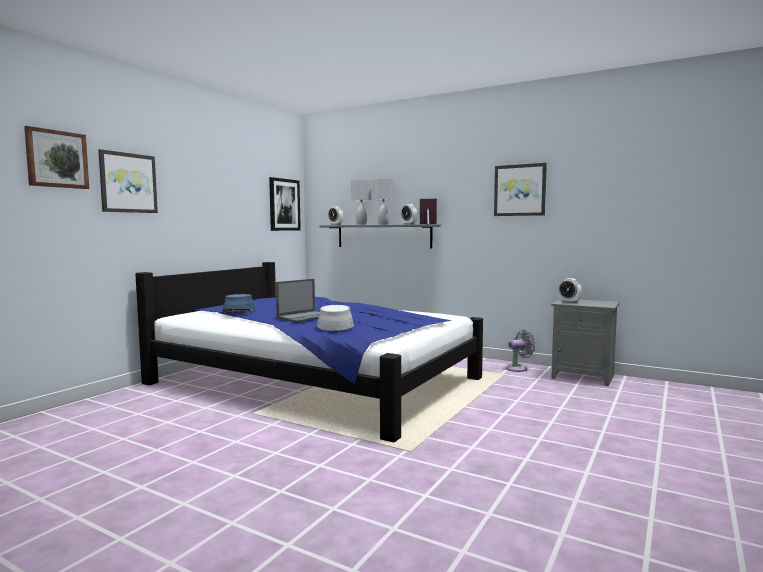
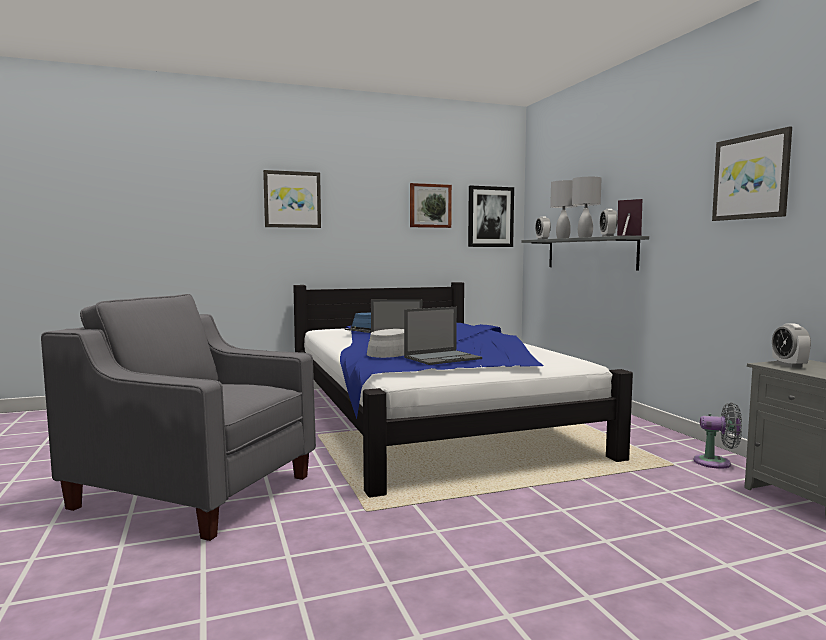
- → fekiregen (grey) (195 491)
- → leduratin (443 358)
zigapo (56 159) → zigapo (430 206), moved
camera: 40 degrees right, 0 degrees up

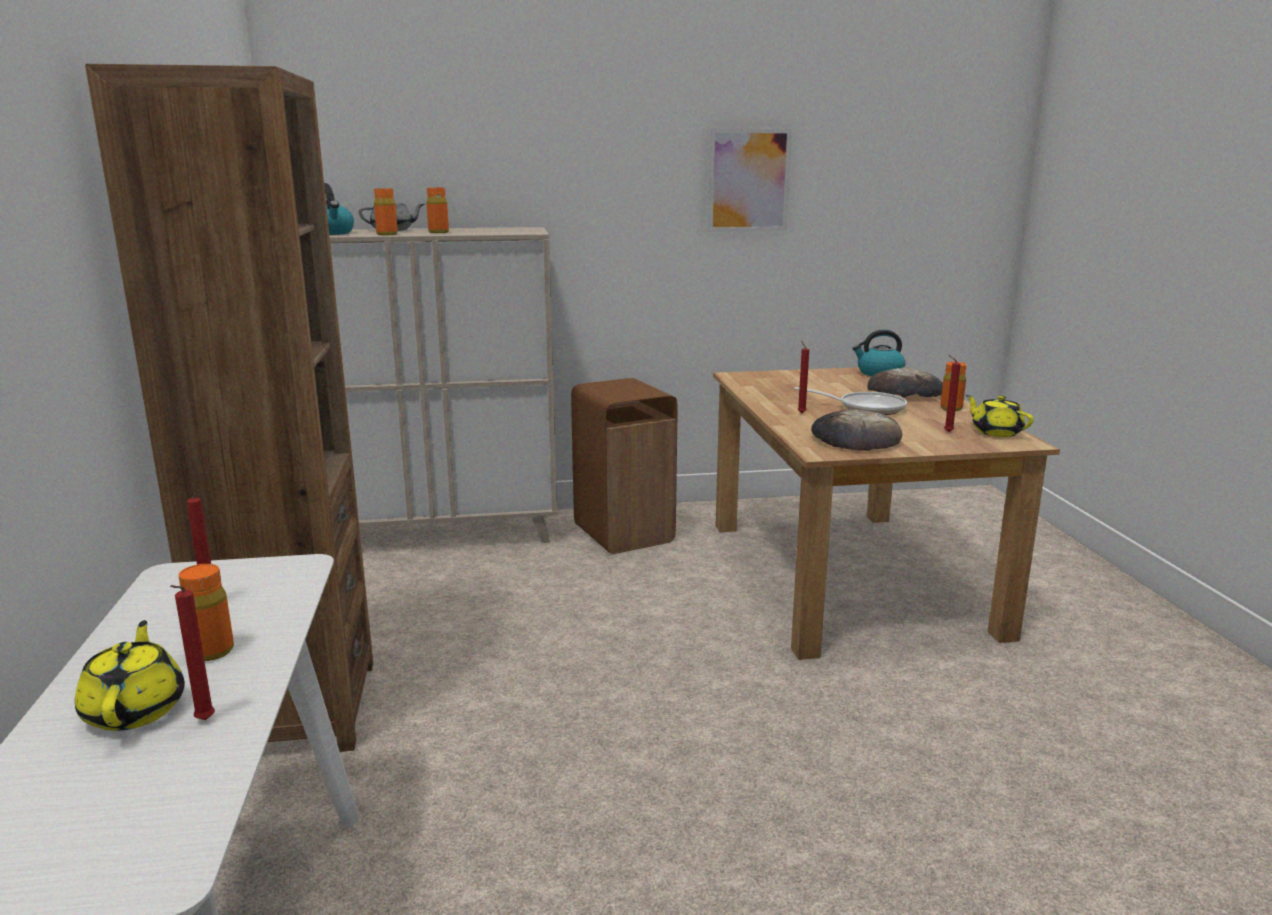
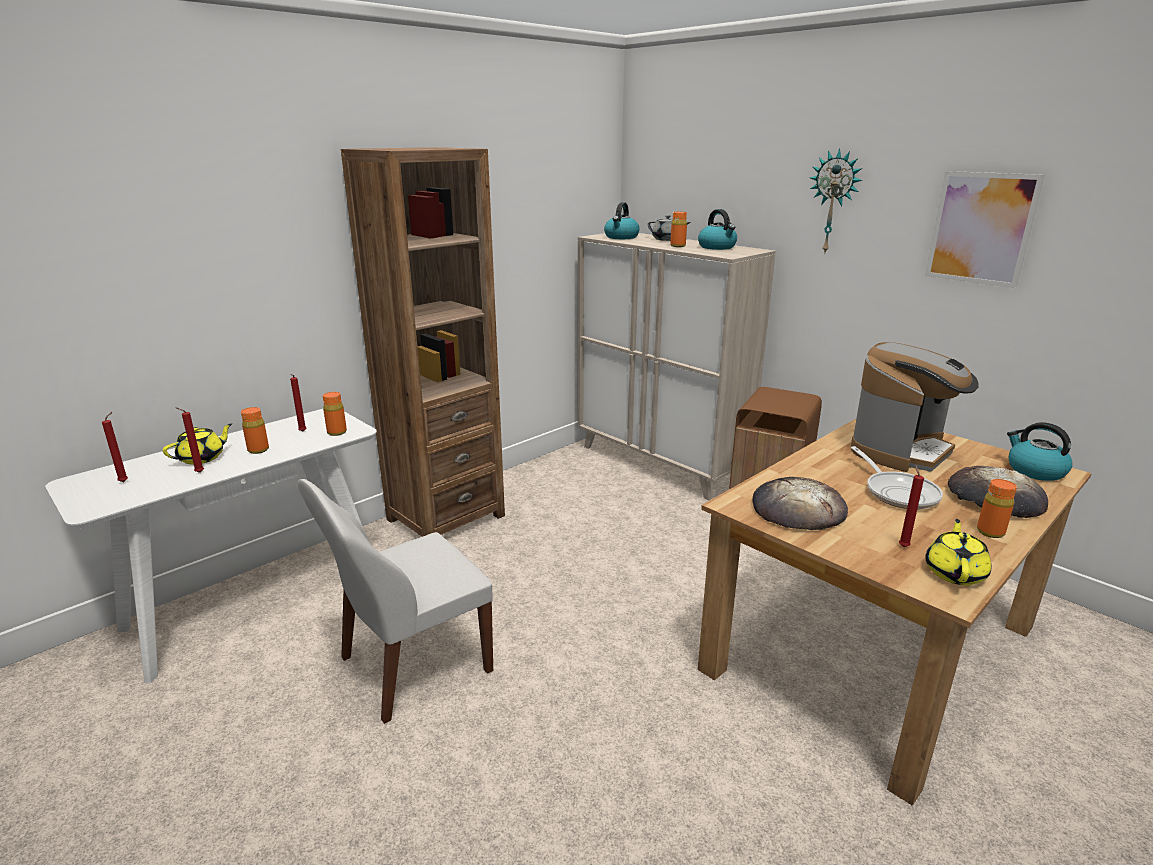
- → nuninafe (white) (411 666)
- → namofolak (717 247)
- → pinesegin (834 202)
- → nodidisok (902 451)
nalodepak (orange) (387 234) → nalodepak (orange) (337 432), moved
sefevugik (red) (800 413) → sefevugik (red) (125 481), moved
camera: 55 degrees right, 5 degrees up

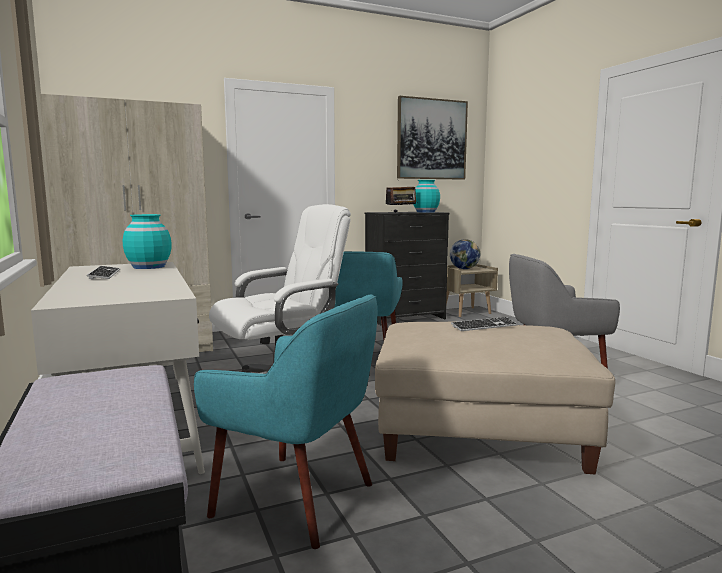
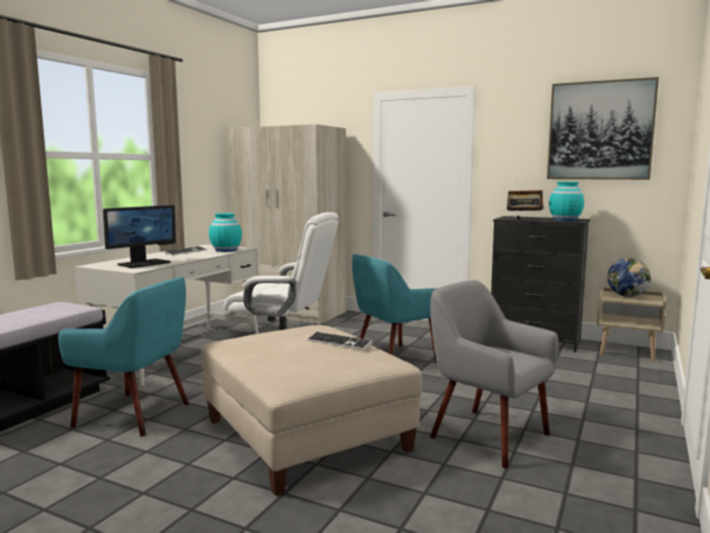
- → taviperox (144 263)
fekiregen (turquoise) (297 498) → fekiregen (turquoise) (134 414), 60 degrees counterclockwise
camera: 50 degrees right, 0 degrees up

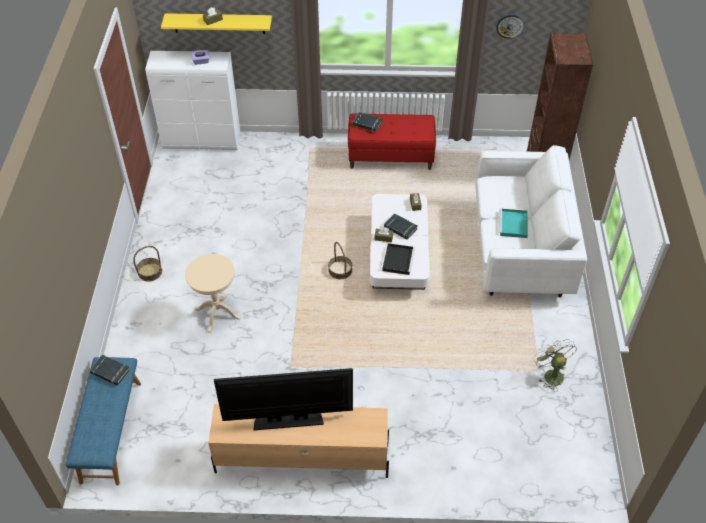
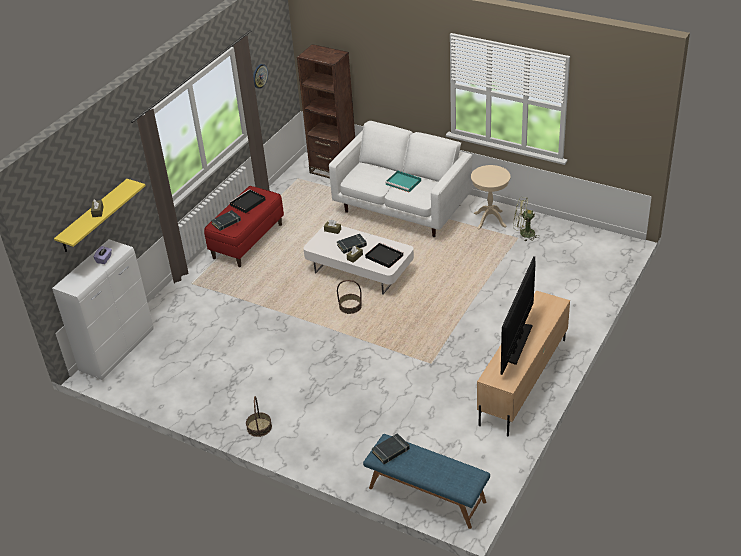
- → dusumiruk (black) (247 203)
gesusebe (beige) (217 314) → gesusebe (beige) (489 220), moved
camera: 60 degrees left, 10 degrees down

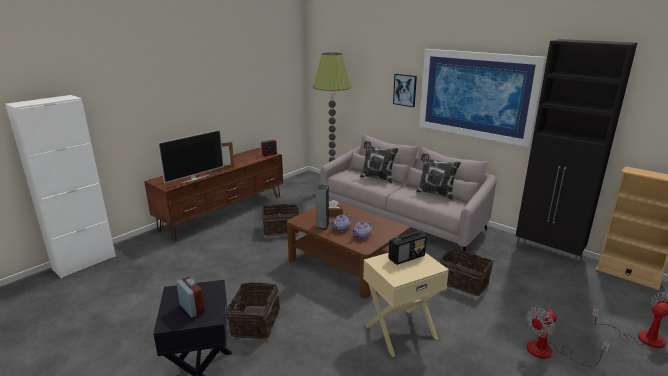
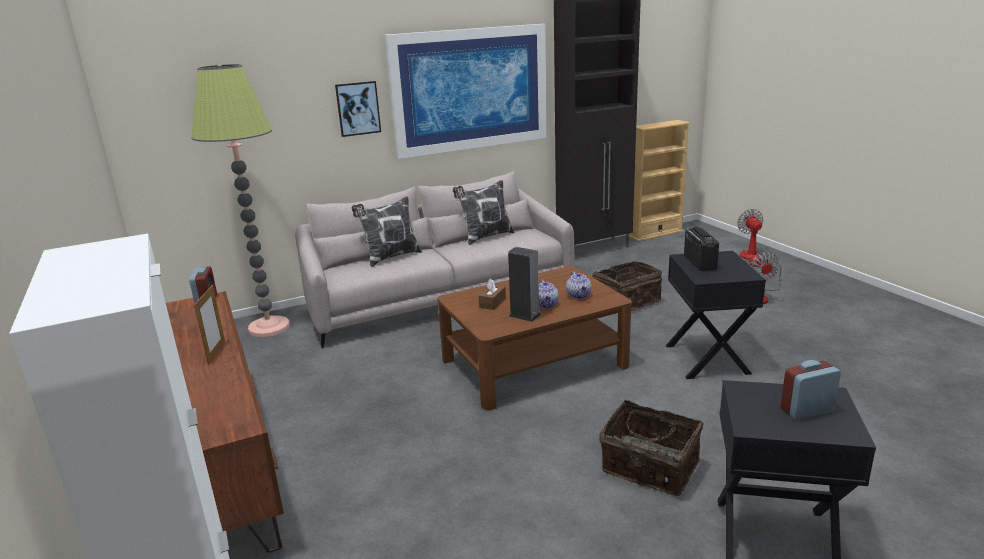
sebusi (194 179) → -
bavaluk (281 229) → -
gesusebe (beige) (400 331) → gesusebe (black) (705 359)
camera: 65 degrees left, 0 degrees up

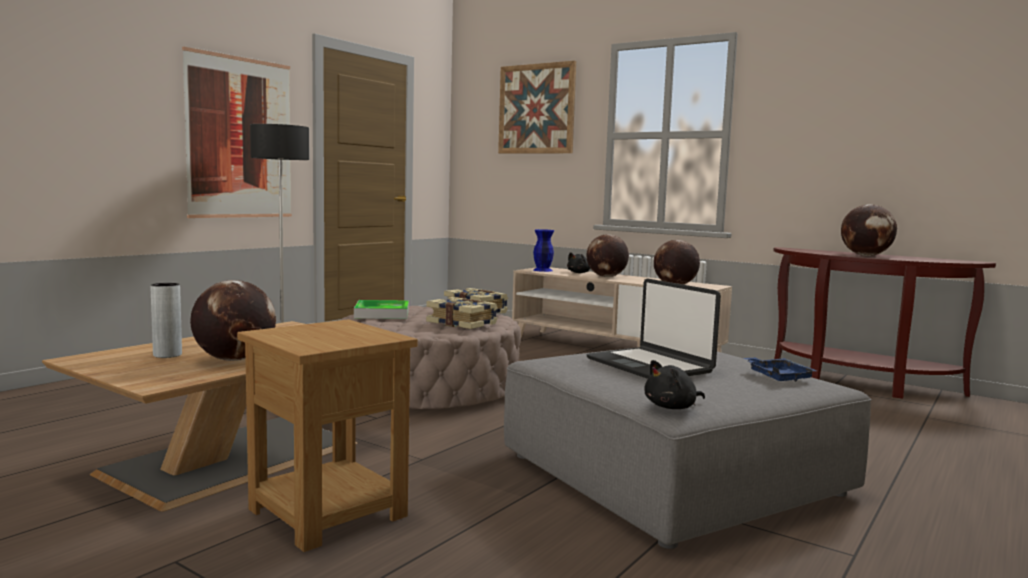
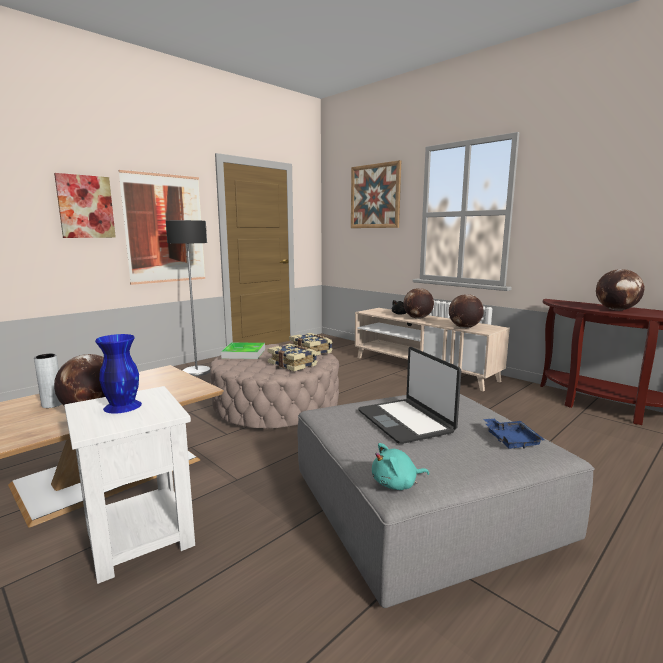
- → zigapo (85 207)
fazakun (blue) (542 270) → fazakun (blue) (122 406), moved
gesusebe (brown) (326 512) → gesusebe (white) (139 536)
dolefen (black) (672 407) → dolefen (turquoise) (397 484)
camera: 10 degrees right, 5 degrees up

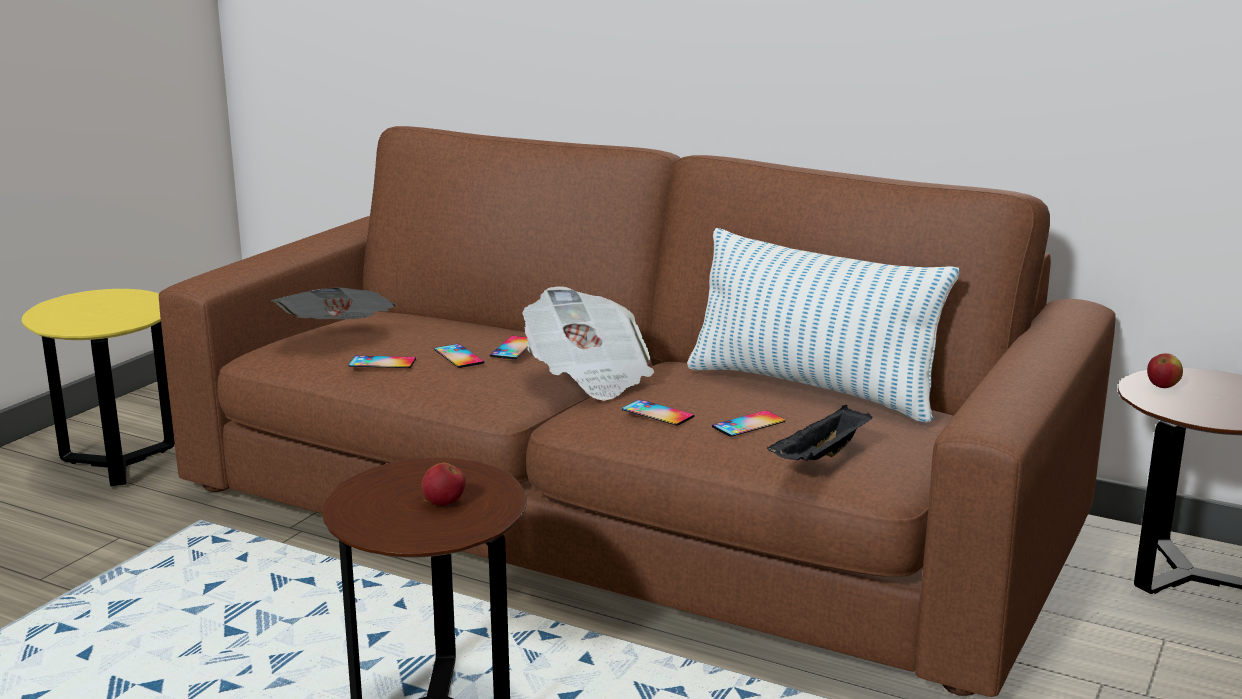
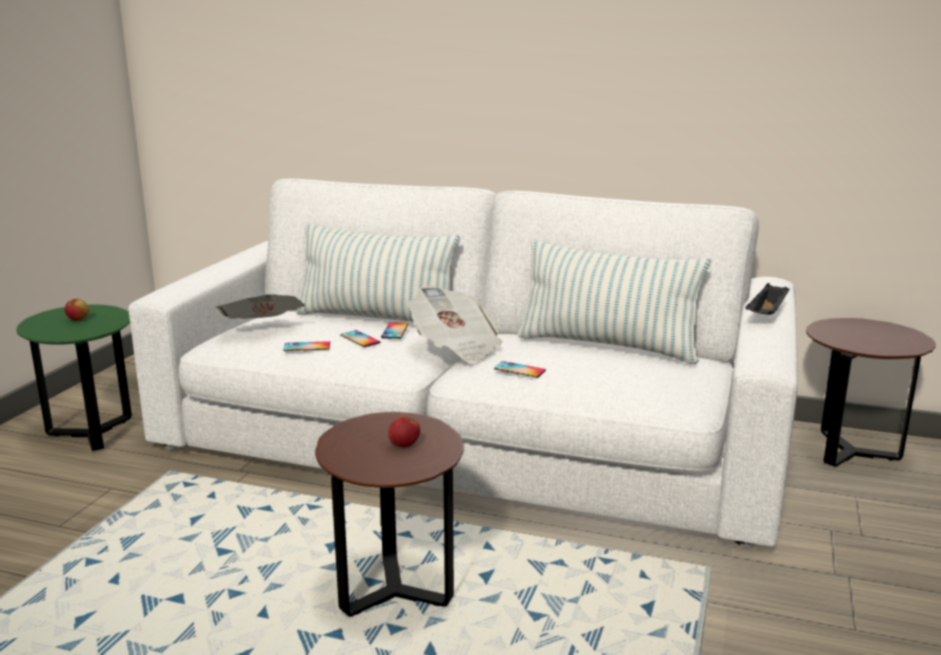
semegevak (748 424) → -
- → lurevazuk (376 318)
dusumiruk (black) (821 458) → dusumiruk (black) (767 314), moved
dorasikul (1162 387) → dorasikul (78 320), moved
gesusebe (yellow) (118 465) → gesusebe (green) (92 435)
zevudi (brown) (621 508) → zevudi (white) (470 437)
camera: 10 degrees left, 0 degrees up

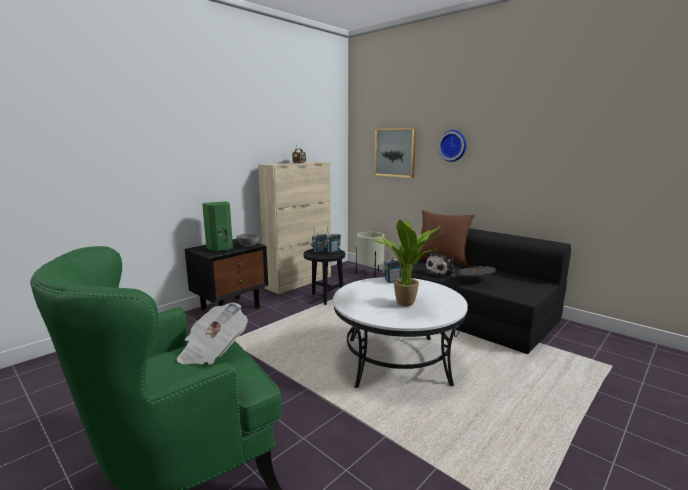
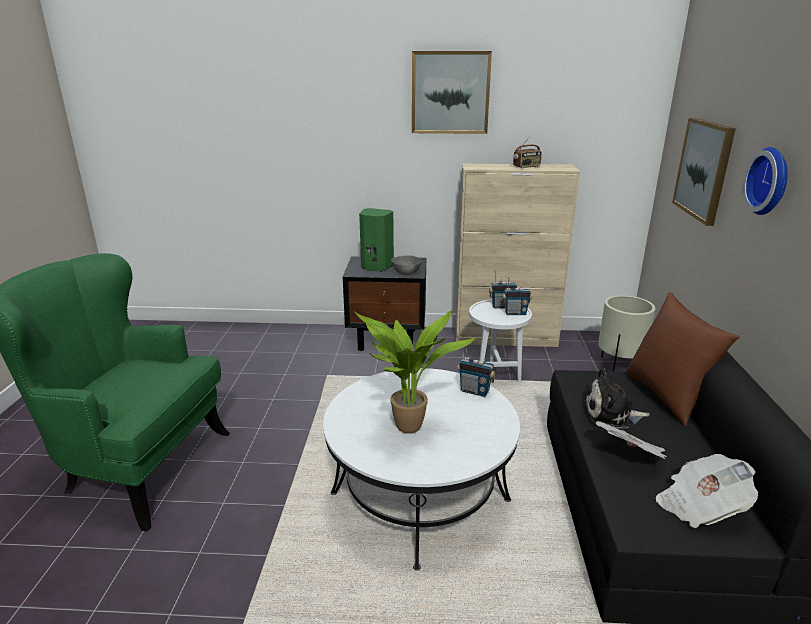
- → zigapo (450 92)
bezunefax (213 350) → bezunefax (700 506), moved
gesusebe (black) (324 297) → gesusebe (white) (495 373)
camera: 50 degrees right, 10 degrees up

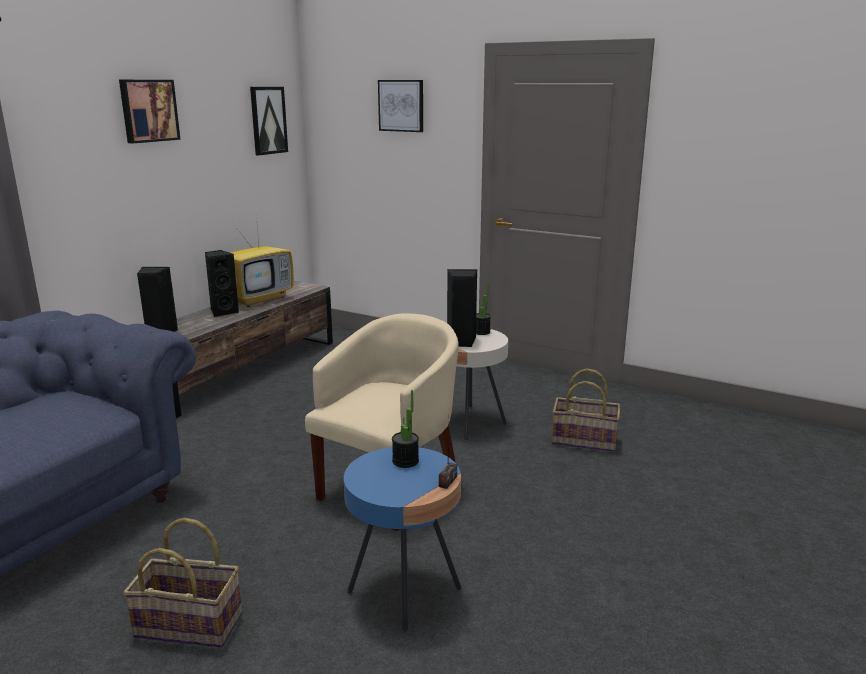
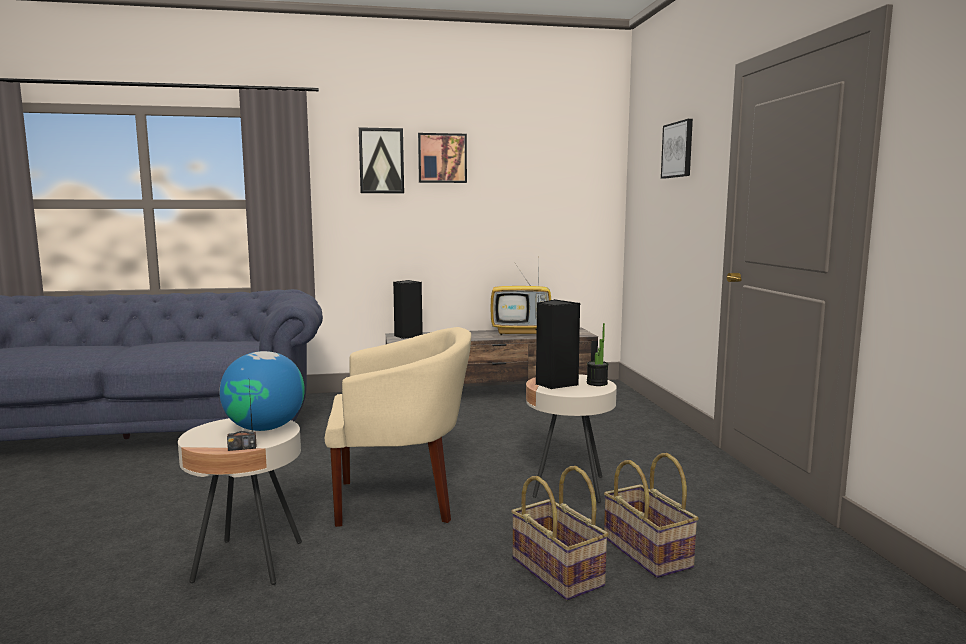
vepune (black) (223 312) → -
bavaluk (190 624) → bavaluk (558 571), moved
zigapo (268 120) → zigapo (381 161), moved
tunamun (405 461) → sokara (265 428)
gesusebe (blue) (404 591) → gesusebe (beige) (248 561)
camera: 50 degrees right, 10 degrees down

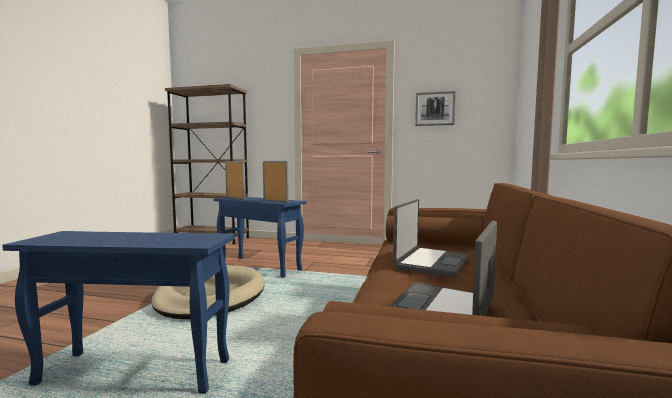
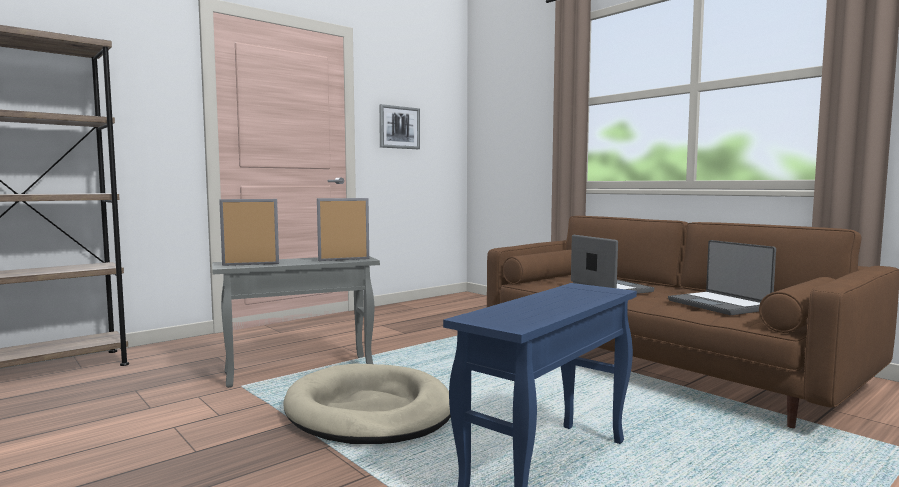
gesusebe (blue) (260 267) → gesusebe (grey) (300 371)
camera: 55 degrees left, 0 degrees up

